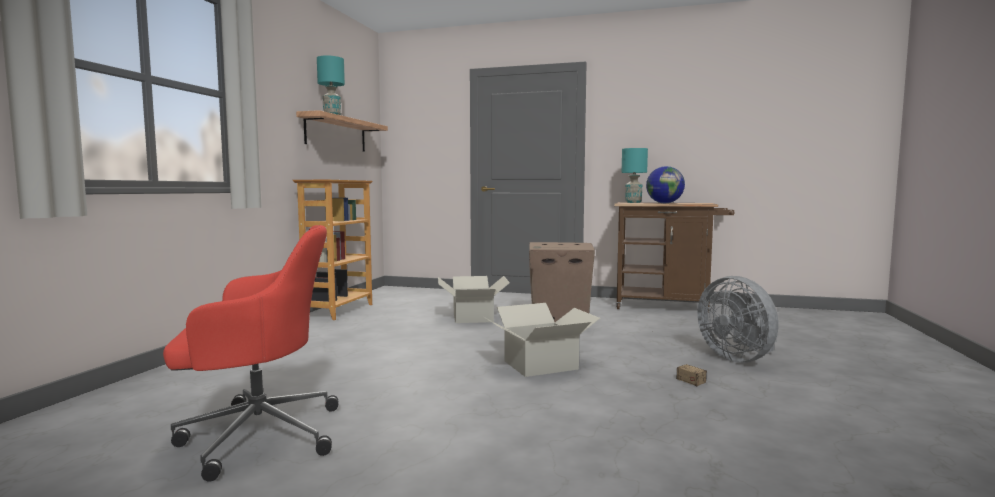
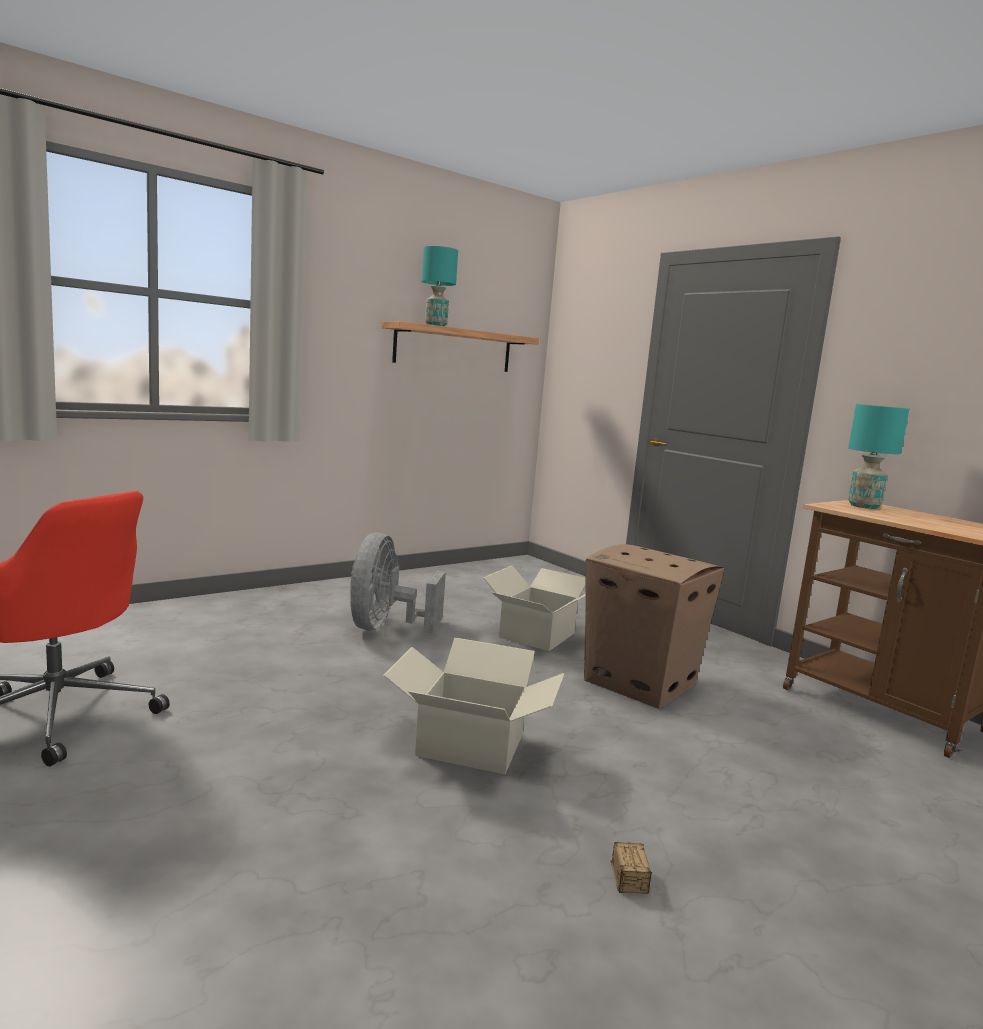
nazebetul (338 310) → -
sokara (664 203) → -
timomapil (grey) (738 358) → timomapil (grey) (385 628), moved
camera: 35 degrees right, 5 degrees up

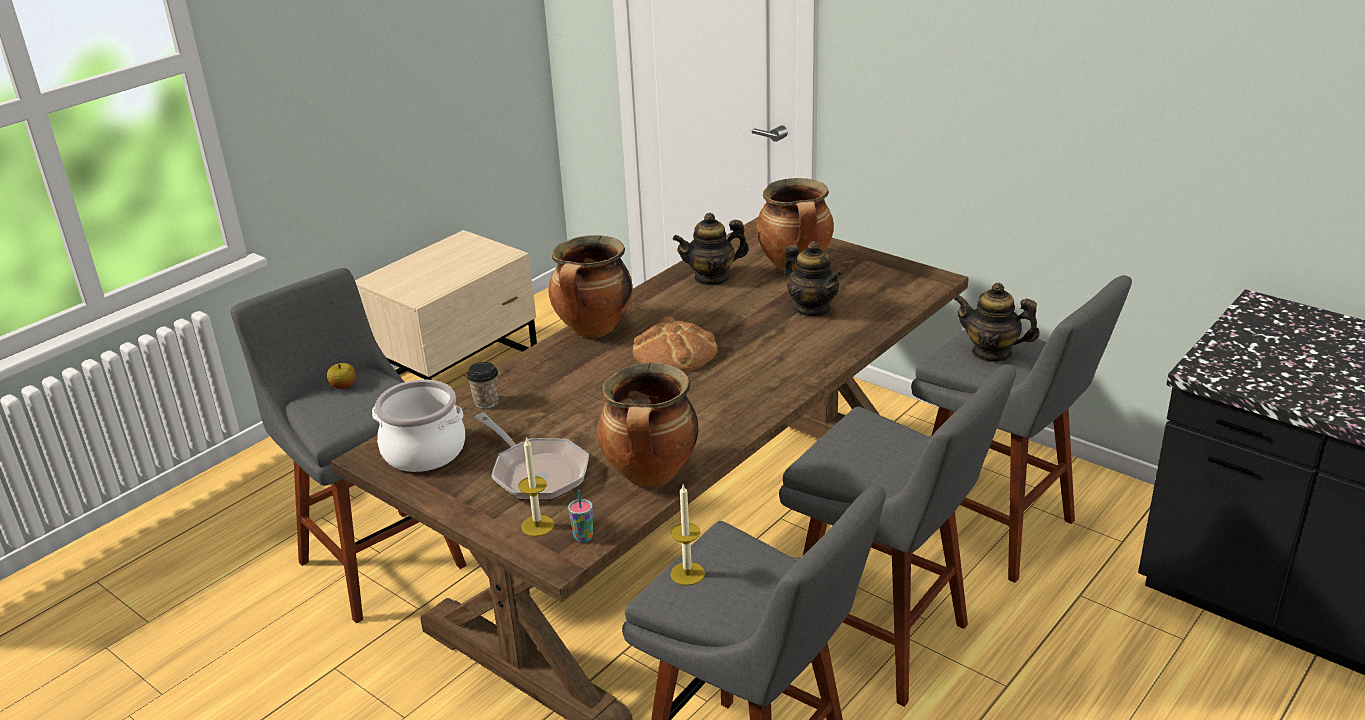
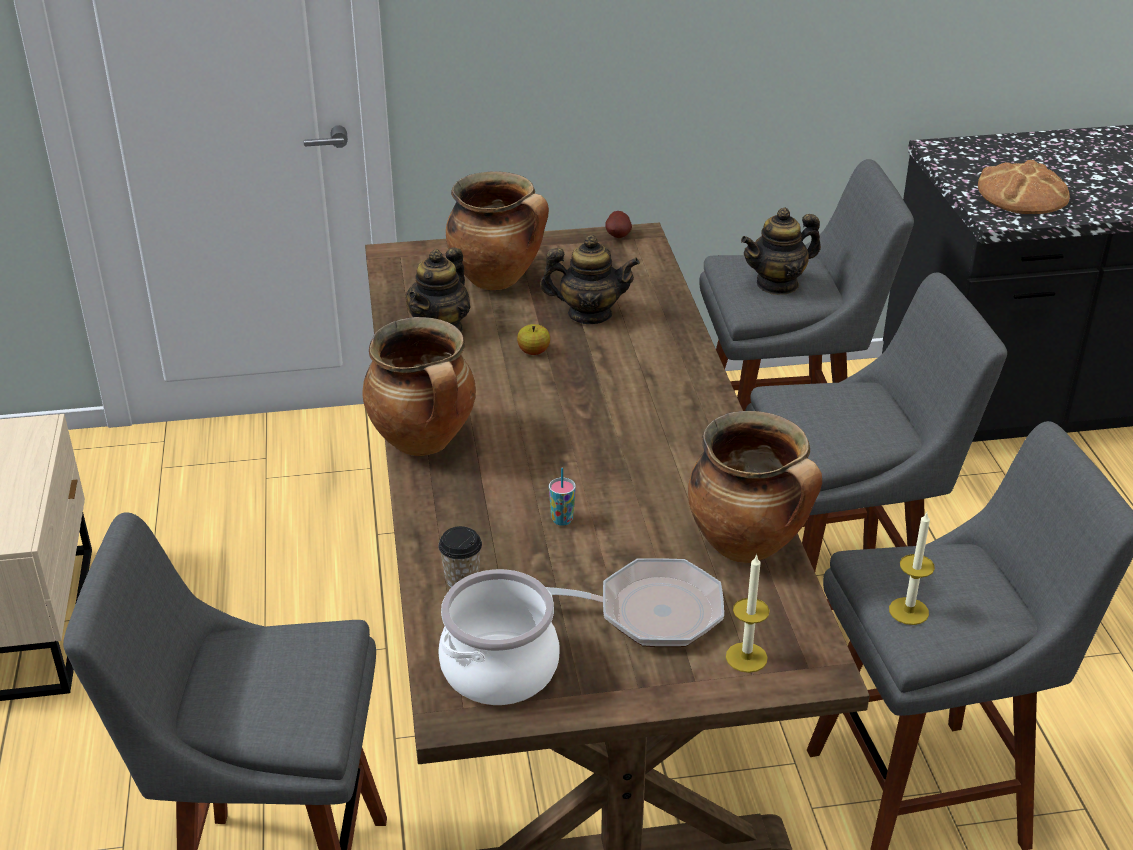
- → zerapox (619 236)
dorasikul (343 386) → dorasikul (533 352), moved
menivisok (583 537) → menivisok (562 520), moved
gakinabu (675 351) → gakinabu (1022 194), moved
camera: 50 degrees left, 5 degrees up

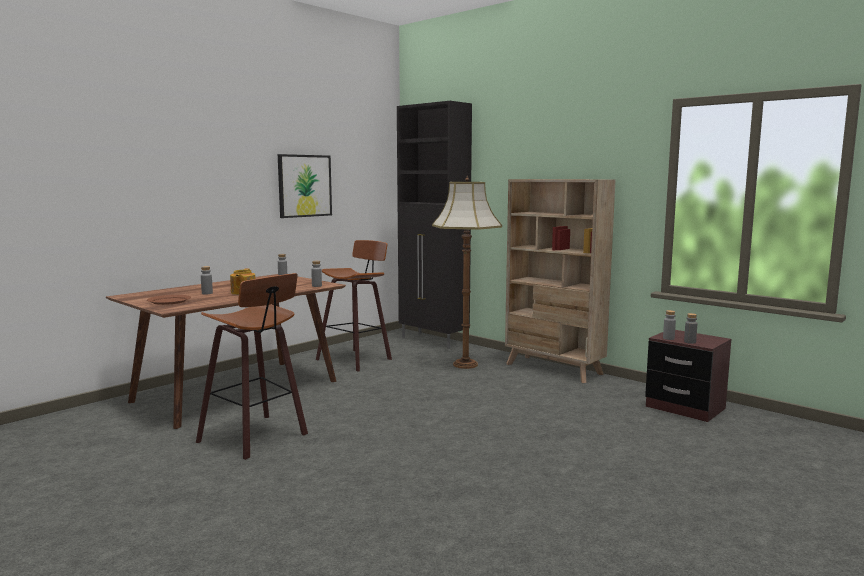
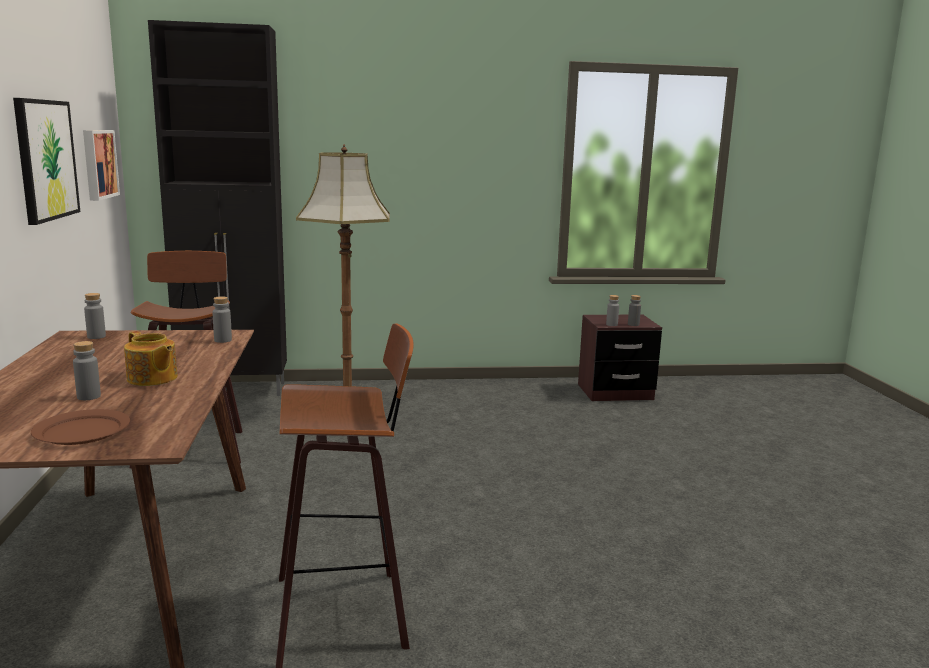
nazebetul (beige) (554 369) → -
- → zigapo (98 164)
camera: 50 degrees left, 5 degrees up

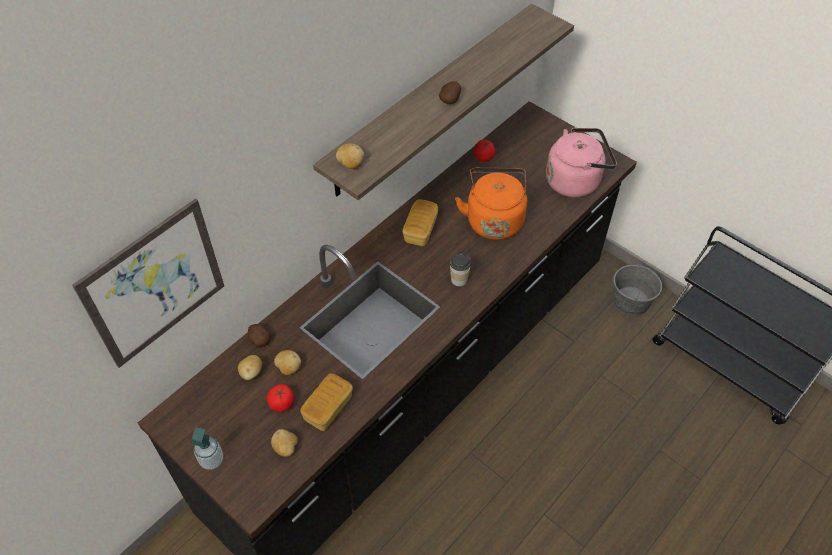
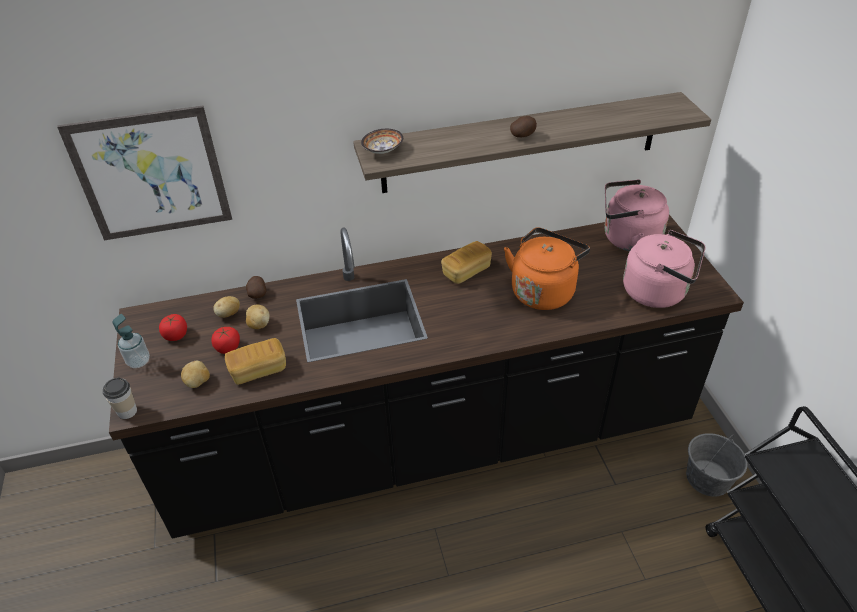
- → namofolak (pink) (627 239)
menivisok (459 280) → menivisok (127 411), moved
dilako (483 157) → dilako (176 335), moved
zerapox (350 164) → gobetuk (383 151)
camera: 35 degrees right, 10 degrees down

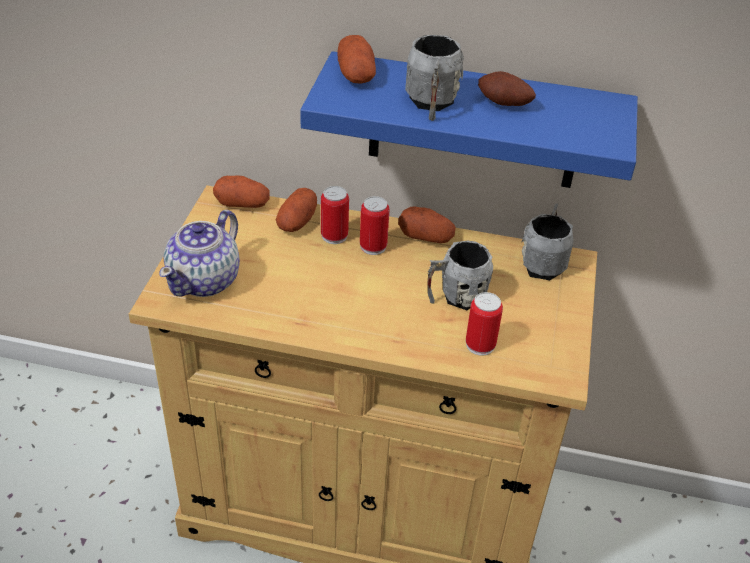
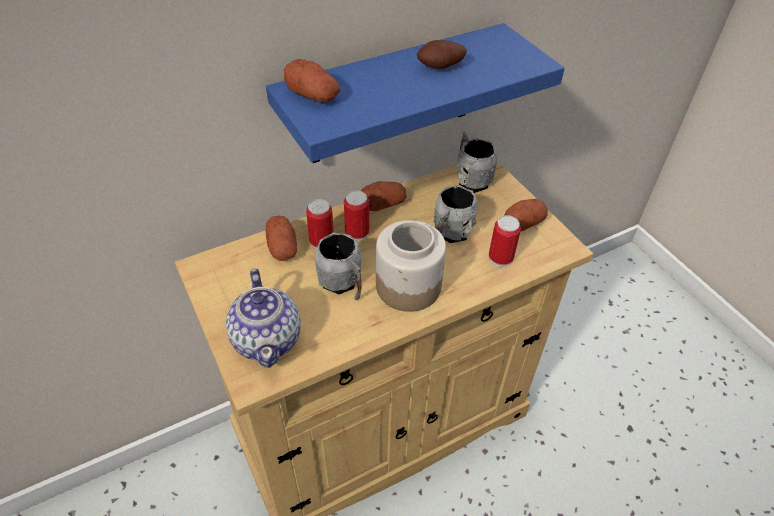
- → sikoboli (409 286)
zerapox (242 204) → zerapox (523 223), moved
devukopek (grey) (431 104) → devukopek (grey) (343 285), moved
camera: 40 degrees left, 5 degrees up

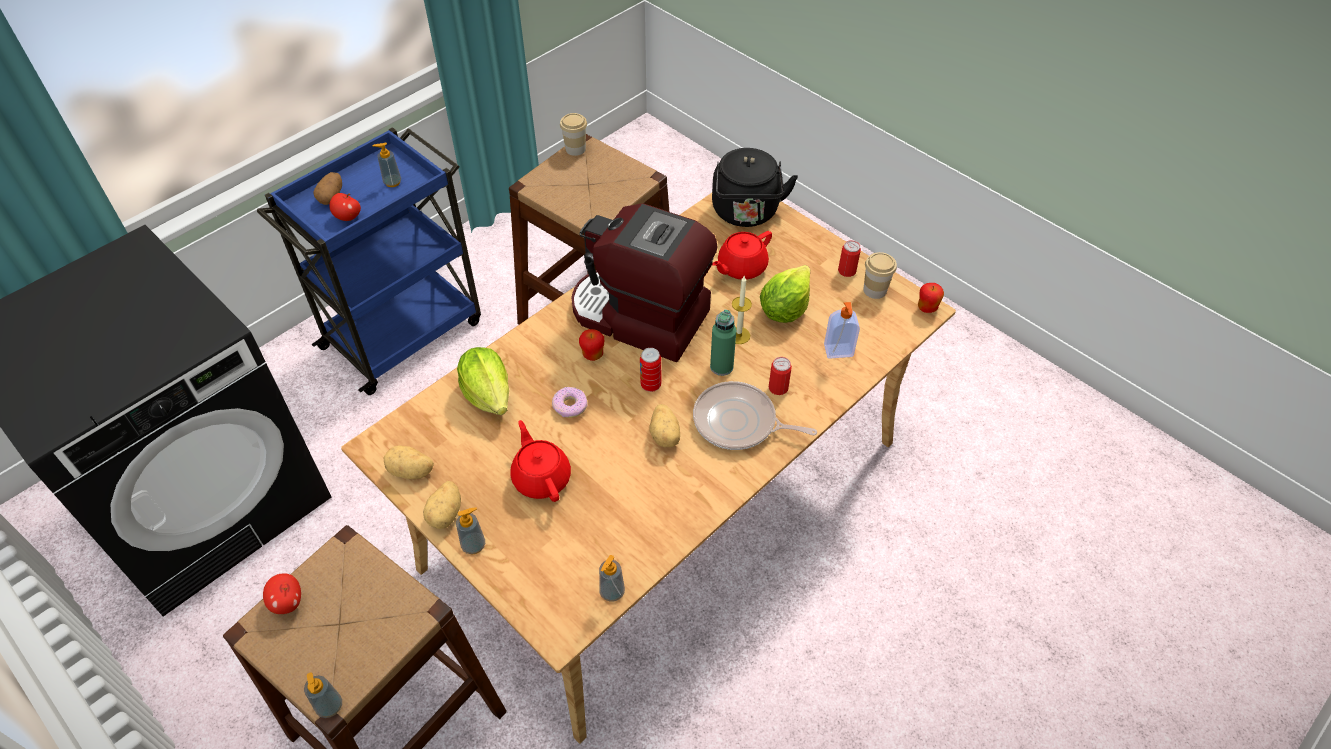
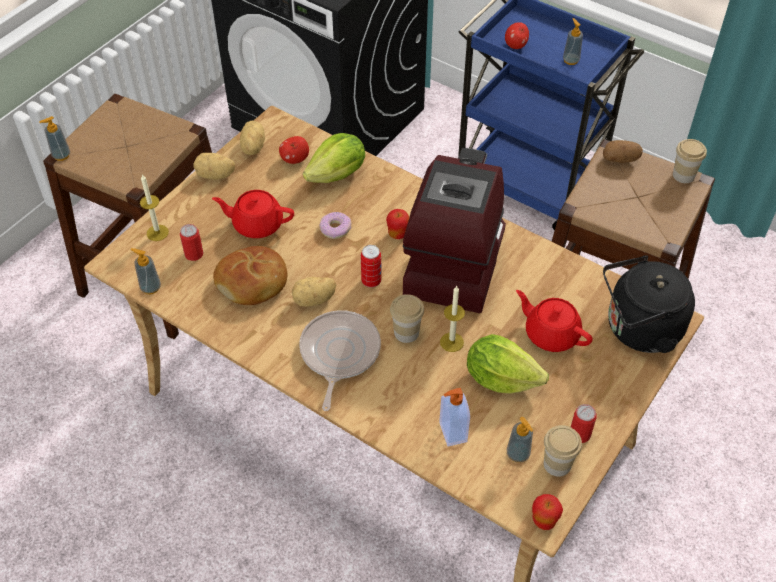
- → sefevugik (157 233)
- → gakinabu (253 283)
dorasikul (287 602) → dorasikul (295 159), moved
zerapox (331 196) → zerapox (620 159), moved
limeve (473 545) → limeve (518 454), moved
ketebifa (778 387) → ketebifa (194 254), moved
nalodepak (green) (721 366) → menivisok (406 332)
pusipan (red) (541 477) → pusipan (red) (257 224), 135 degrees counterclockwise
camera: 80 degrees right, 0 degrees up

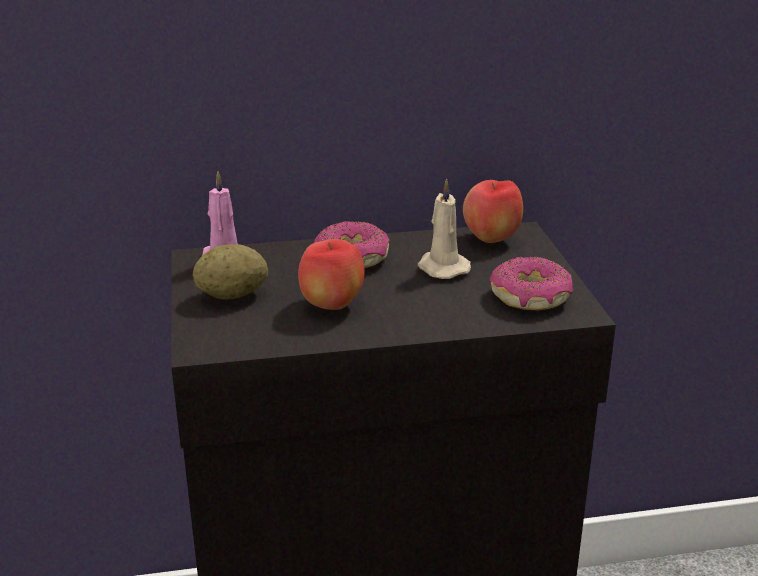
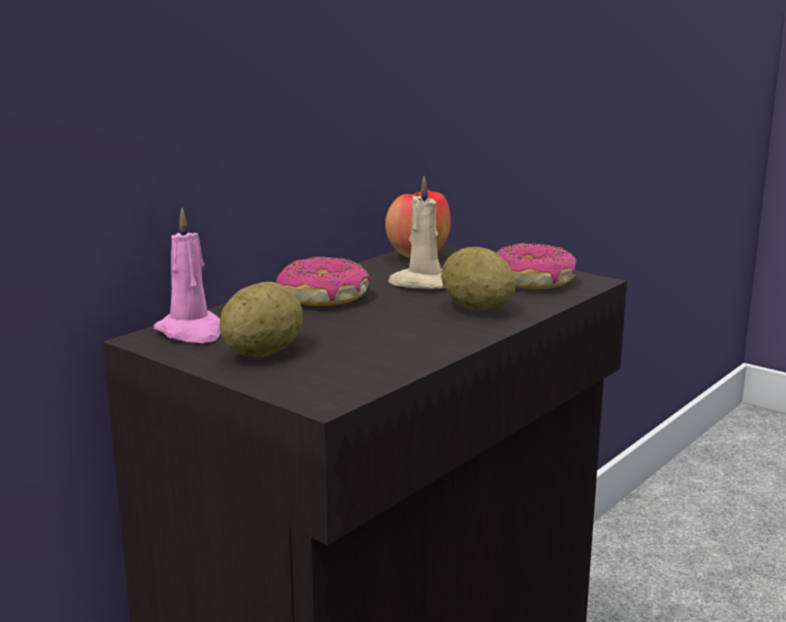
dorasikul (332 305) → -
- → zerapox (477 309)
camera: 40 degrees left, 10 degrees down

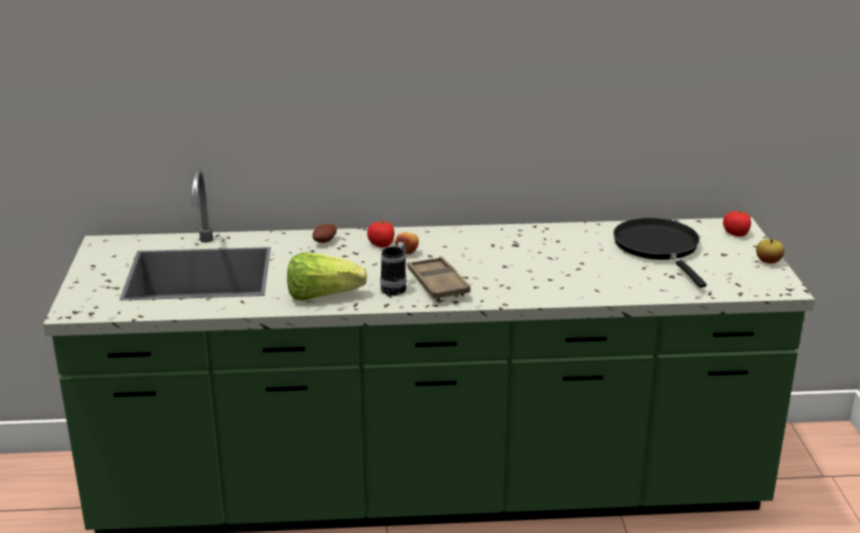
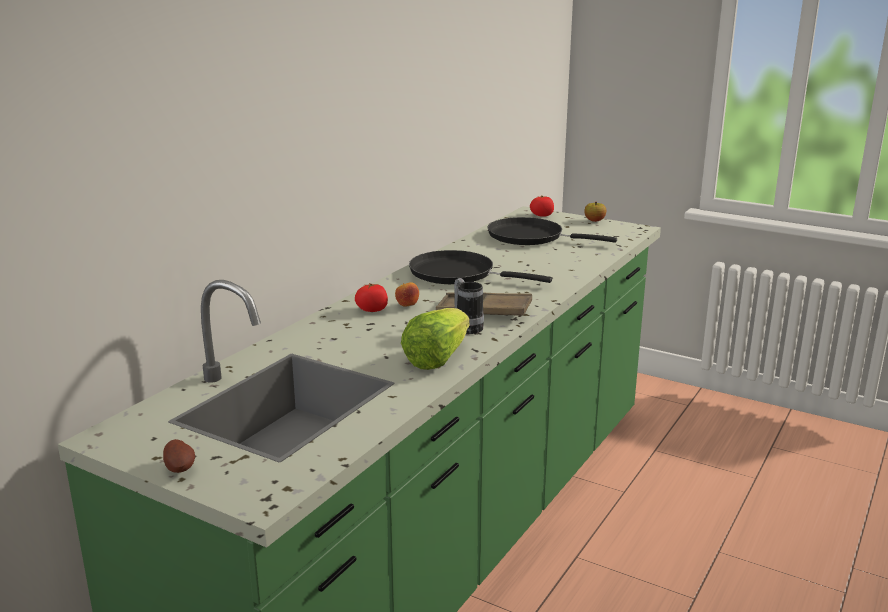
- → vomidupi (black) (458 274)
zerapox (325 242) → zerapox (180 468), moved
camera: 55 degrees left, 5 degrees down

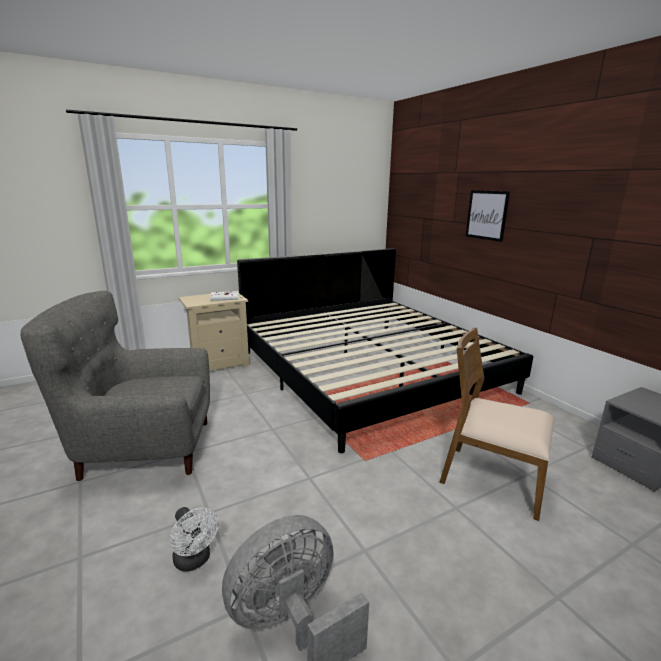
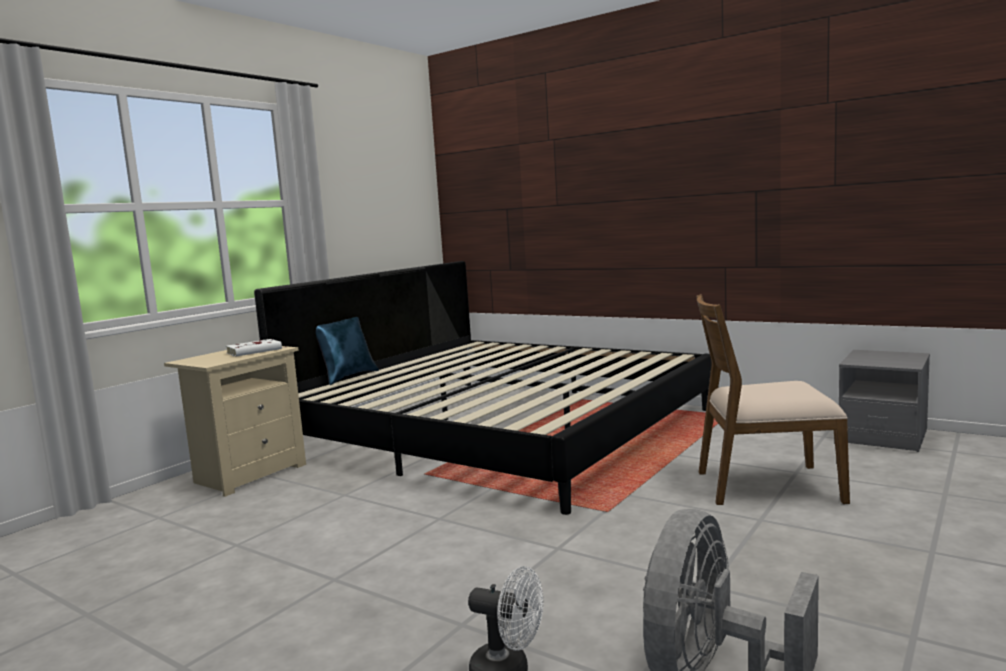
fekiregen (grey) (142 448) → -
zigapo (486 215) → -
- → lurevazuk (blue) (347 377)
camera: 25 degrees left, 10 degrees down

